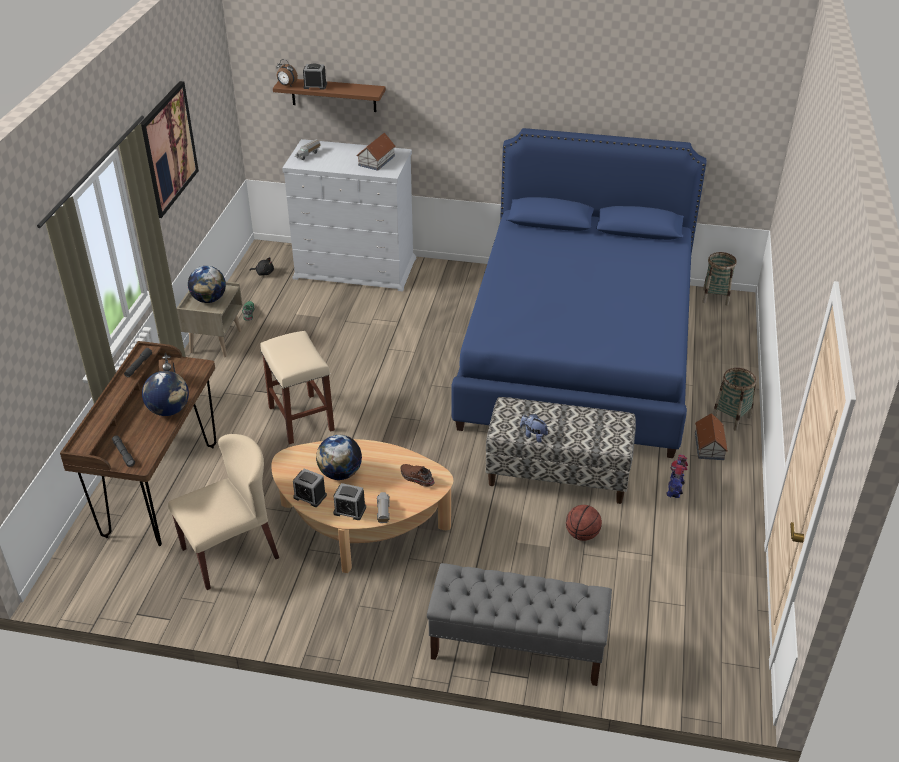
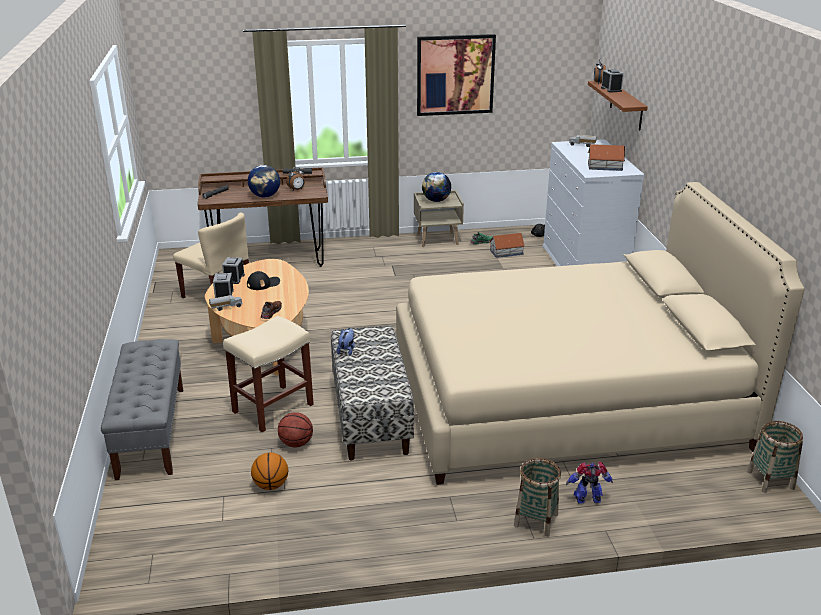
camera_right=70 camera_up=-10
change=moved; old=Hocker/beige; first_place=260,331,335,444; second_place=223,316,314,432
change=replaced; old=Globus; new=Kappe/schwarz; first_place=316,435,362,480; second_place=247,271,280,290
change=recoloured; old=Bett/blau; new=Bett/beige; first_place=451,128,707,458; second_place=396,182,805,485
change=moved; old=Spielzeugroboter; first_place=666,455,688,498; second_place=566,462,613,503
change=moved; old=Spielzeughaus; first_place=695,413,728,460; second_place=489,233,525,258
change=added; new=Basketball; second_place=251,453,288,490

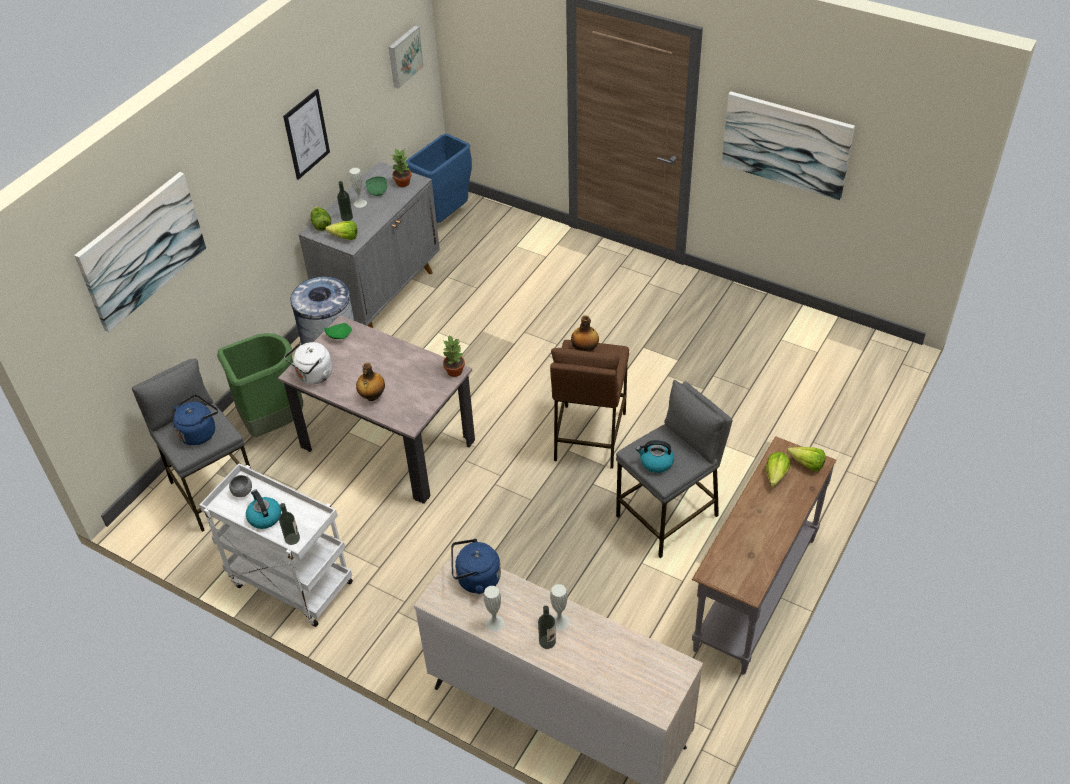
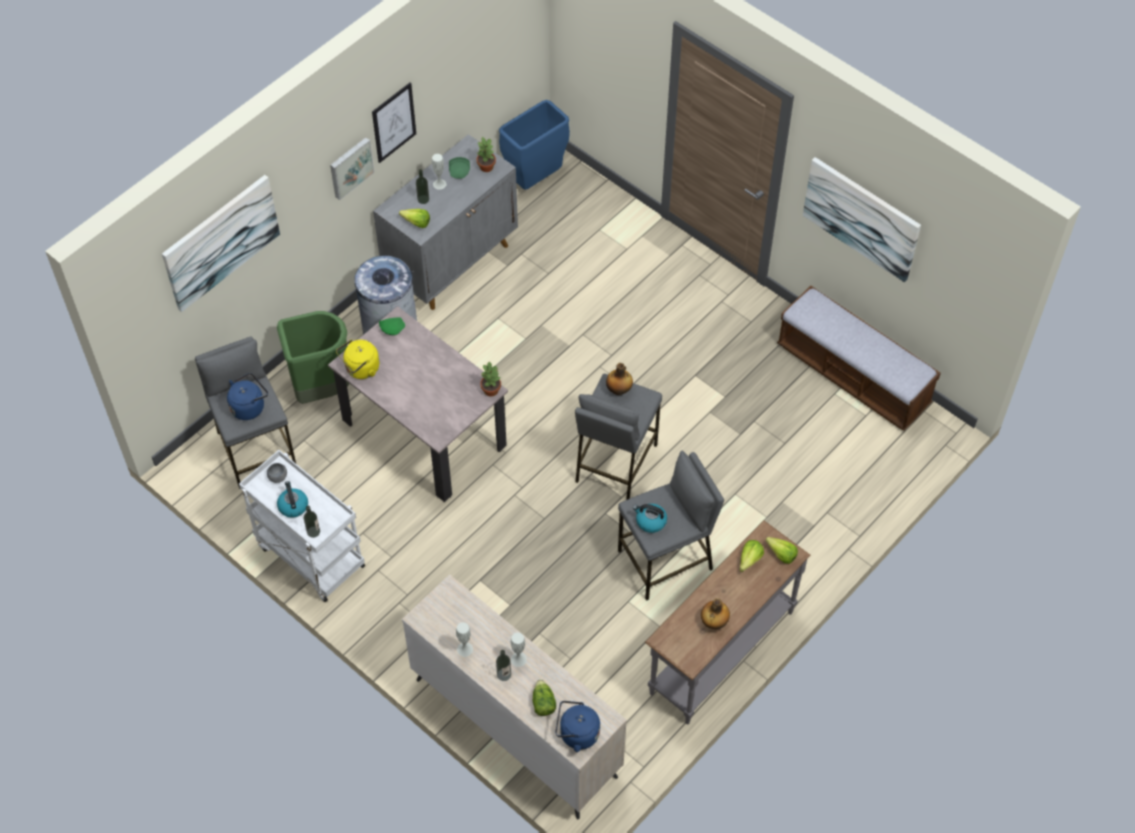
camera_right=10 camera_up=10
change=recoloured; old=Wasserkessel/weiß; new=Wasserkessel/gelb; first_place=285,342,332,384; second_place=336,339,379,379
change=moved; old=Salatkopf; first_place=311,206,331,231; second_place=533,679,556,716
change=moved; old=Flasche; first_place=356,363,385,401; second_place=701,598,730,629
change=moved; old=Bild; first_place=389,26,424,89; second_place=330,137,374,200
change=moved; old=Wasserkessel/blau; first_place=451,539,501,594; second_place=556,701,600,752
change=recoloured; old=Hocker/braun; new=Hocker/grau; first_place=550,340,629,469; second_place=575,374,662,500
change=added; new=Bank; second_place=777,286,941,431

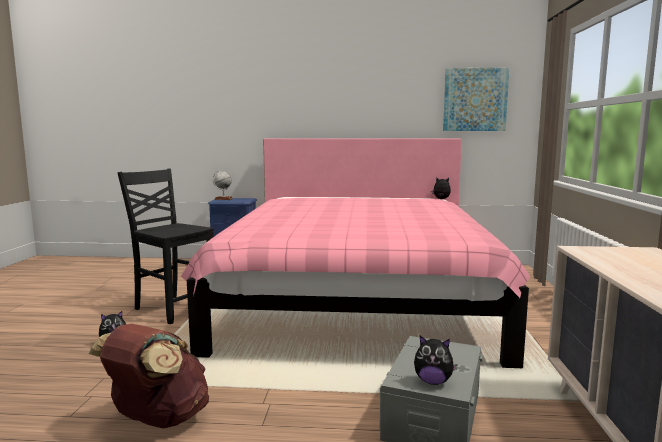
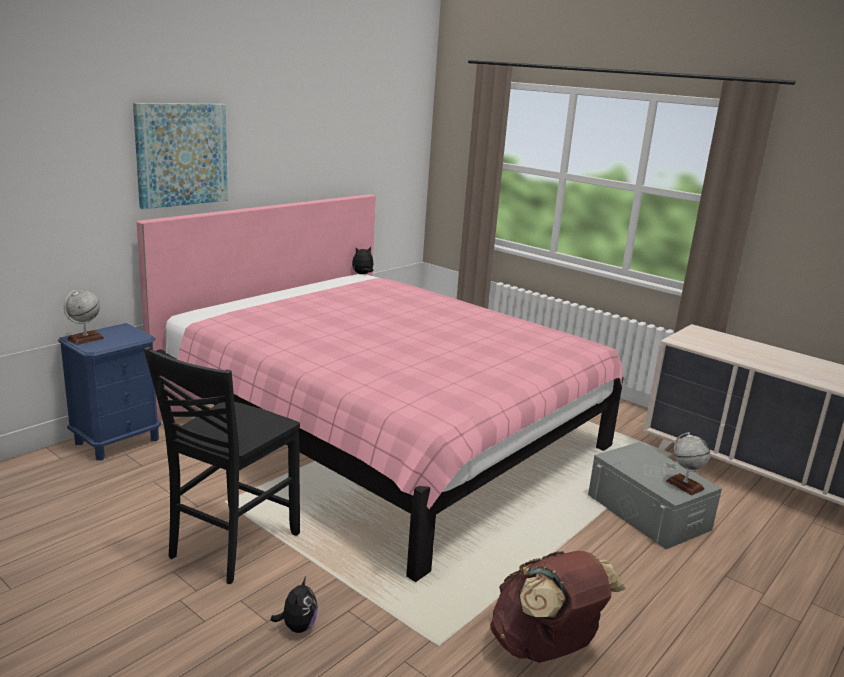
camera_right=-55 camera_up=10
change=turned; old=Stuhl/schwarz; first_place=117,168,214,324; second_place=144,347,300,584; degrees=-45
change=replaced; old=Plüschtier; new=Globus; first_place=414,336,458,385; second_place=666,433,710,495
change=moved; old=Bild; first_place=443,67,509,131; second_place=133,103,228,209

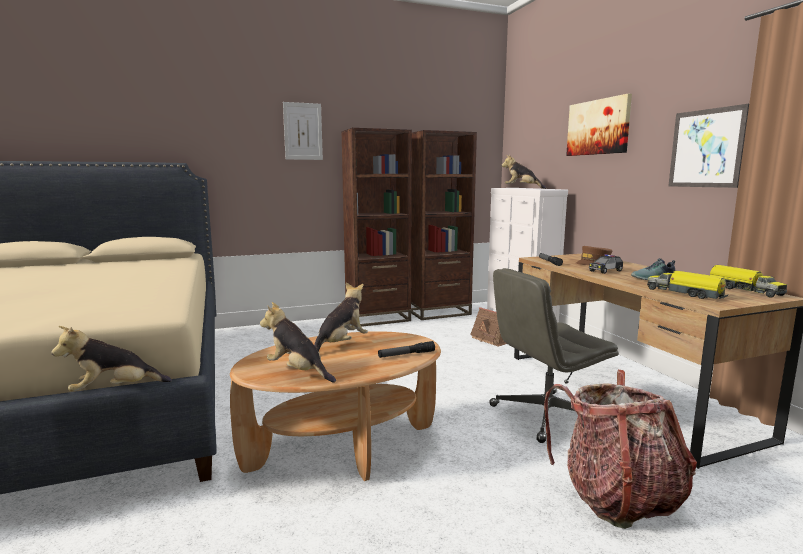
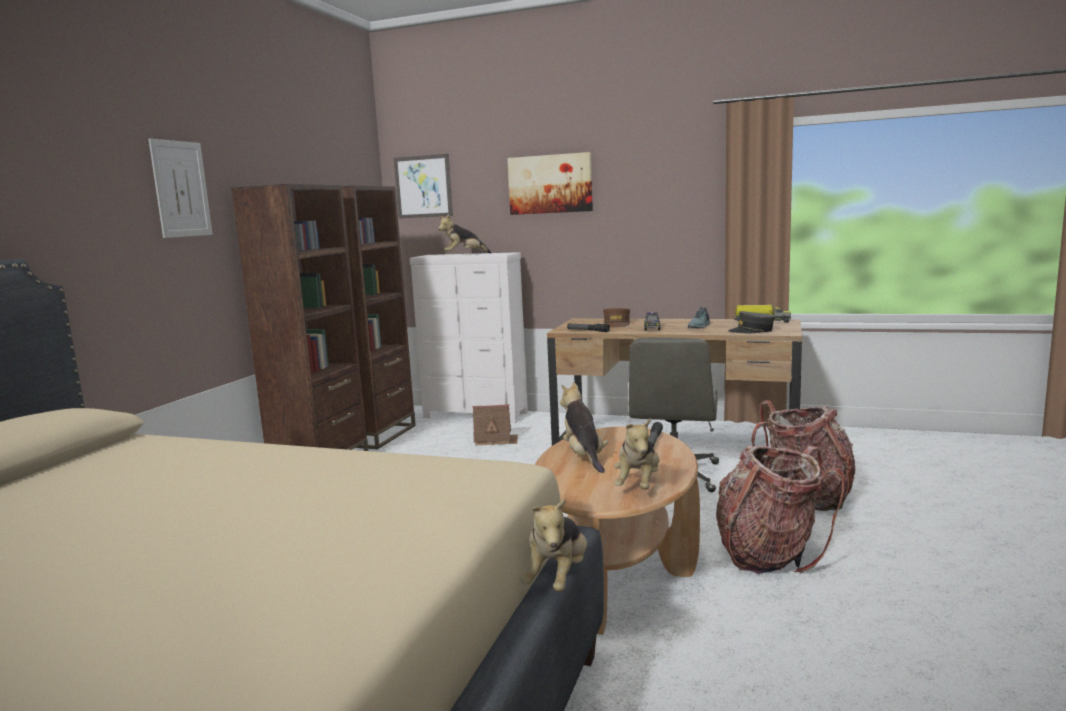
camera_right=-50 camera_up=0
change=turned; old=Plüschtier; first_place=260,302,336,383; second_place=614,418,659,490; degrees=-60
change=replaced; old=Spielzeuglaster; new=Kappe/grau; first_place=647,271,728,299; second_place=728,311,775,333
change=moved; old=Bild; first_place=668,104,749,188; second_place=394,154,453,218
change=added; new=Rucksack; second_place=716,446,846,574

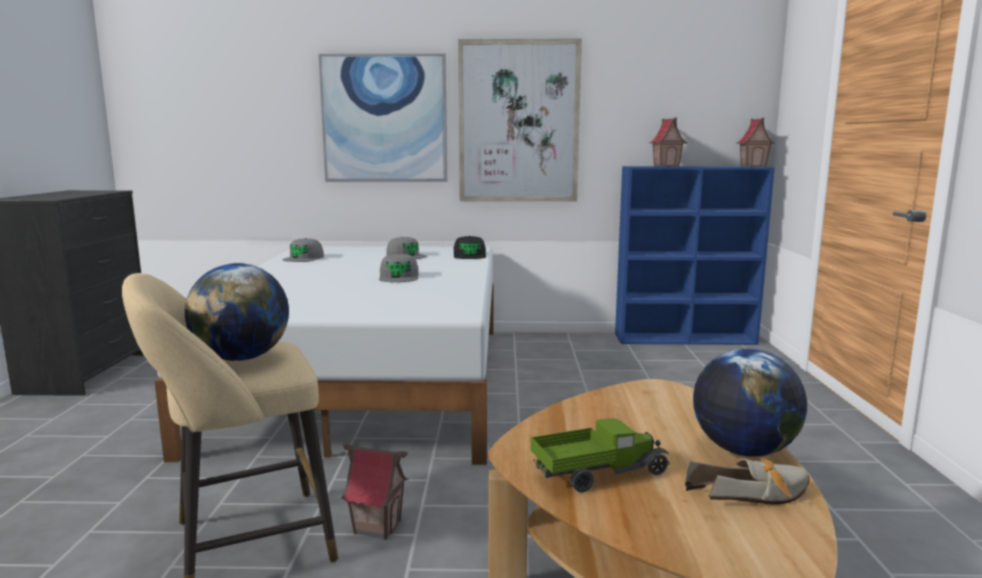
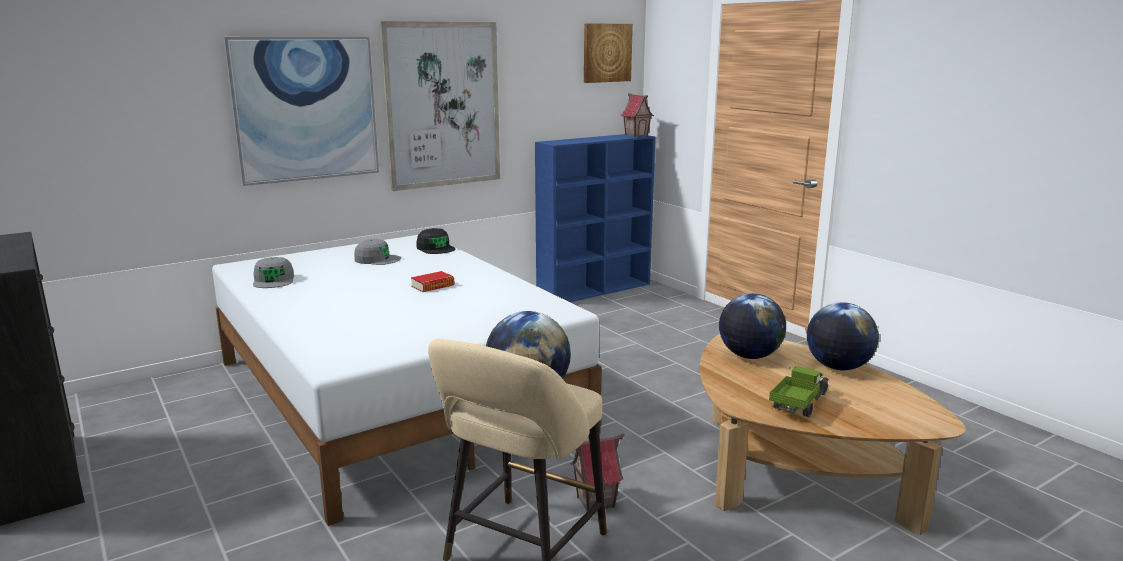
camera_right=-35 camera_up=5
change=replaced; old=Kappe/grau; new=Buch; first_place=379,254,419,282; second_place=411,271,455,292
change=removed; old=Spielzeughaus; first_place=649,117,687,167
change=removed; old=Schuh; first_place=685,458,810,505
change=added; new=Bild; second_place=584,23,633,83
change=added; new=Globus; second_place=719,293,786,359

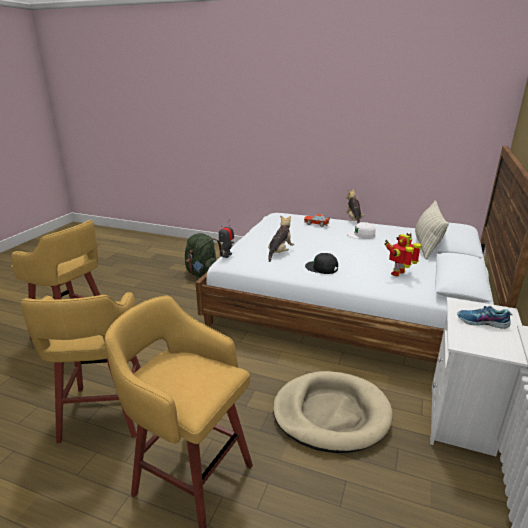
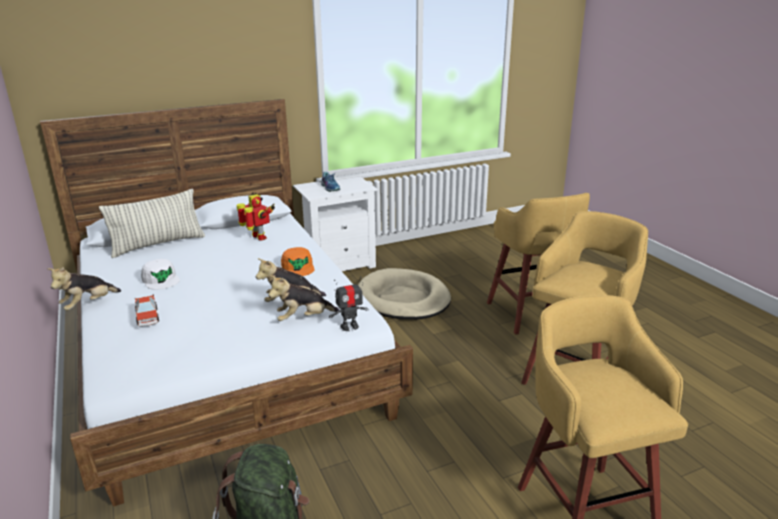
camera_right=-135 camera_up=0
change=recoloured; old=Kappe/schwarz; new=Kappe/orange; first_place=305,253,338,274; second_place=281,247,314,276
change=turned; old=Spielzeugroboter; first_place=385,233,421,276; second_place=237,192,275,240; degrees=-135
change=added; new=Plüschtier; second_place=268,275,339,321

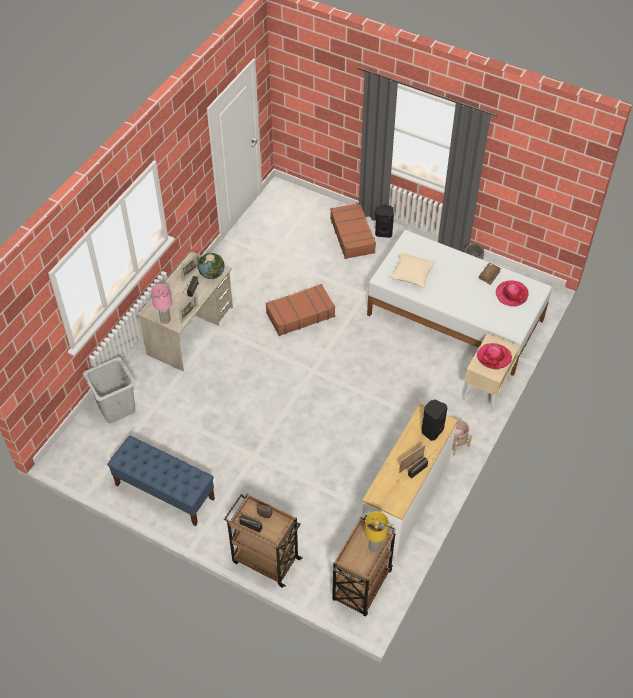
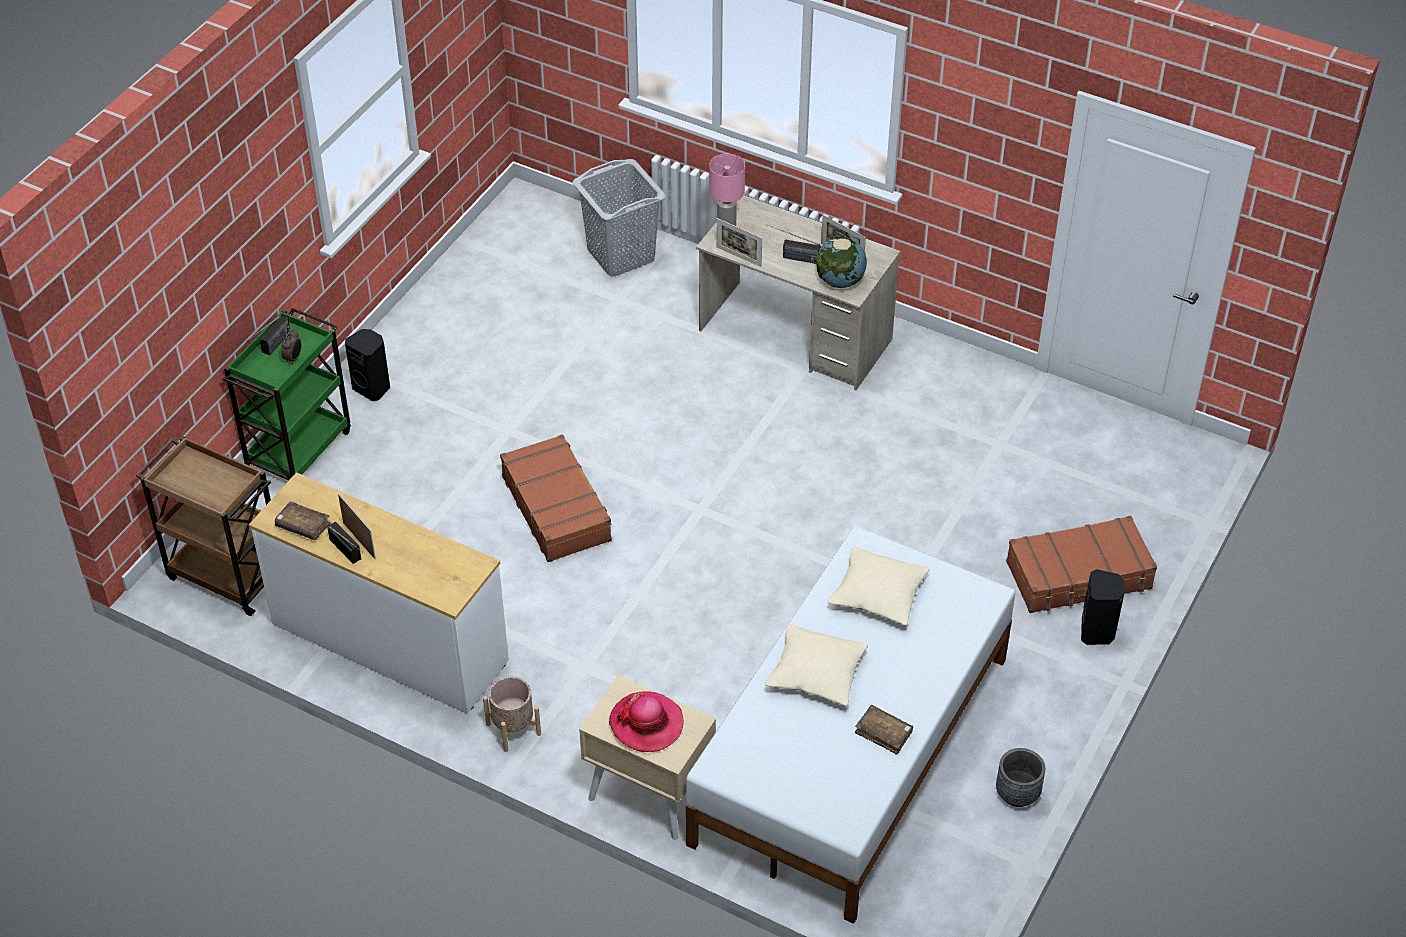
camera_right=90 camera_up=-5
change=removed; old=Bank/blau; first_place=107,436,215,526
change=recoloured; old=Rollwagen/braun; new=Rollwagen/grün; first_place=224,493,302,588; second_place=223,308,351,480
change=moved; old=Koffer/braun; first_place=266,284,335,336; second_place=500,434,612,562
change=removed; old=Tischlampe/gelb; first_place=364,511,389,552
change=moved; old=Lautsprecher/schwarz; first_place=422,400,447,441; second_place=345,329,390,401
change=removed; old=Hut; first_place=496,280,529,306
change=added; new=Buch/braun; second_place=275,501,331,540
change=added; new=Kissen/beige; second_place=765,624,868,706

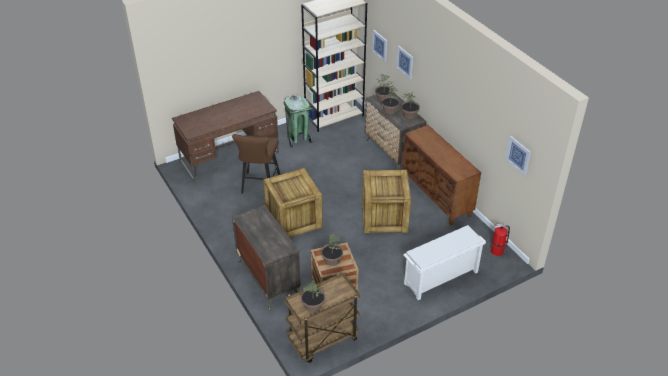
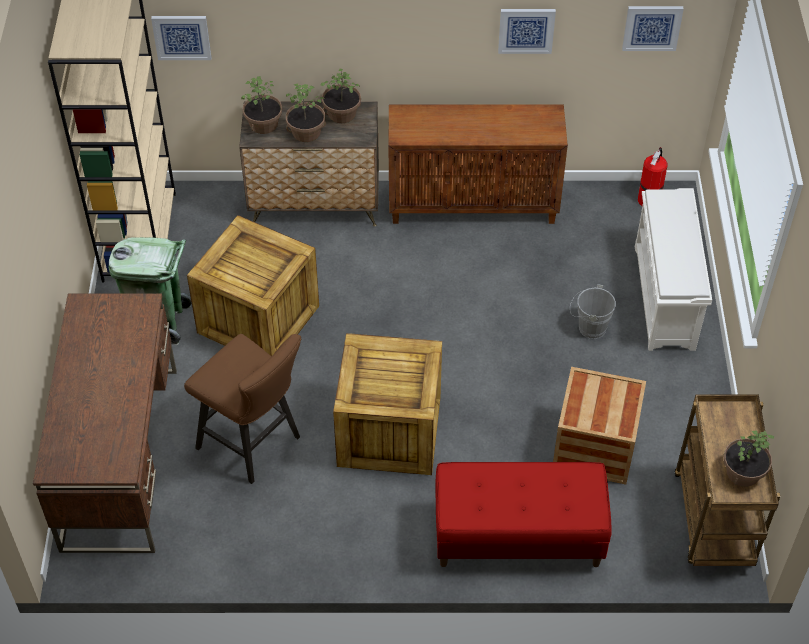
camera_right=-60 camera_up=10
change=replaced; old=Kommode; new=Bank/rot; first_place=232,205,301,309; second_place=435,462,612,567
change=removed; old=Topfpflanze; first_place=321,233,343,266
change=moved; old=Kiste; first_place=362,170,411,233; second_place=187,215,319,356
change=moved; old=Bild; first_place=396,46,413,79; second_place=498,9,556,54
change=added; new=Eimer/grau; second_place=570,284,616,339

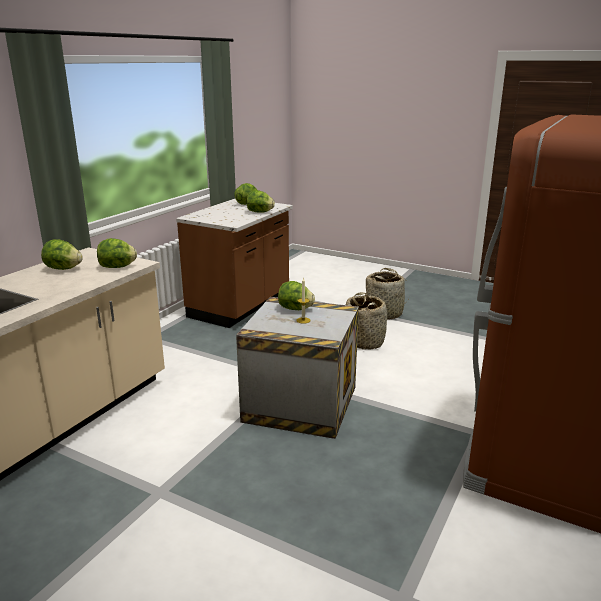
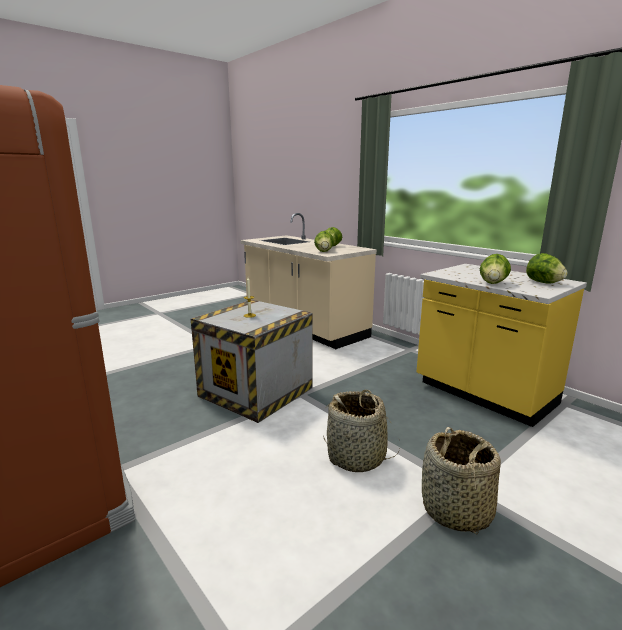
camera_right=110 camera_up=-5
change=recoloured; old=Küchenzeile/braun; new=Küchenzeile/gelb; first_place=176,199,293,328; second_place=417,264,587,427
change=removed; old=Salatkopf; first_place=278,281,315,310

